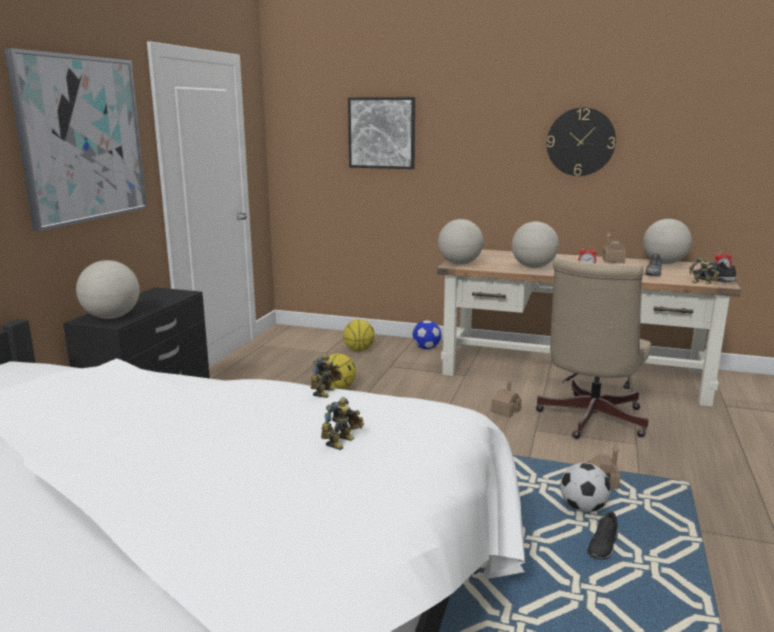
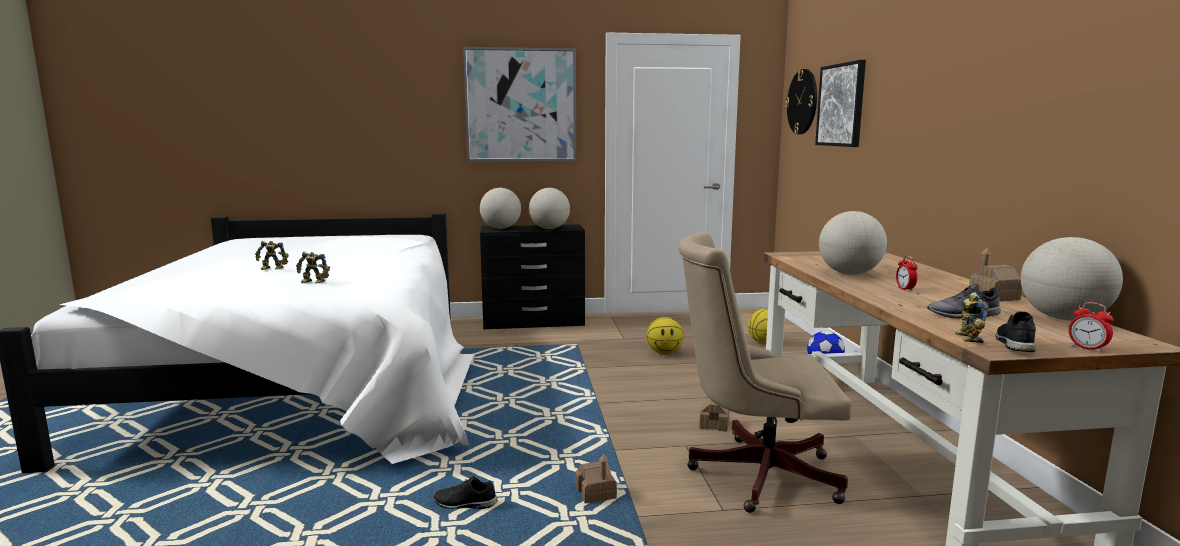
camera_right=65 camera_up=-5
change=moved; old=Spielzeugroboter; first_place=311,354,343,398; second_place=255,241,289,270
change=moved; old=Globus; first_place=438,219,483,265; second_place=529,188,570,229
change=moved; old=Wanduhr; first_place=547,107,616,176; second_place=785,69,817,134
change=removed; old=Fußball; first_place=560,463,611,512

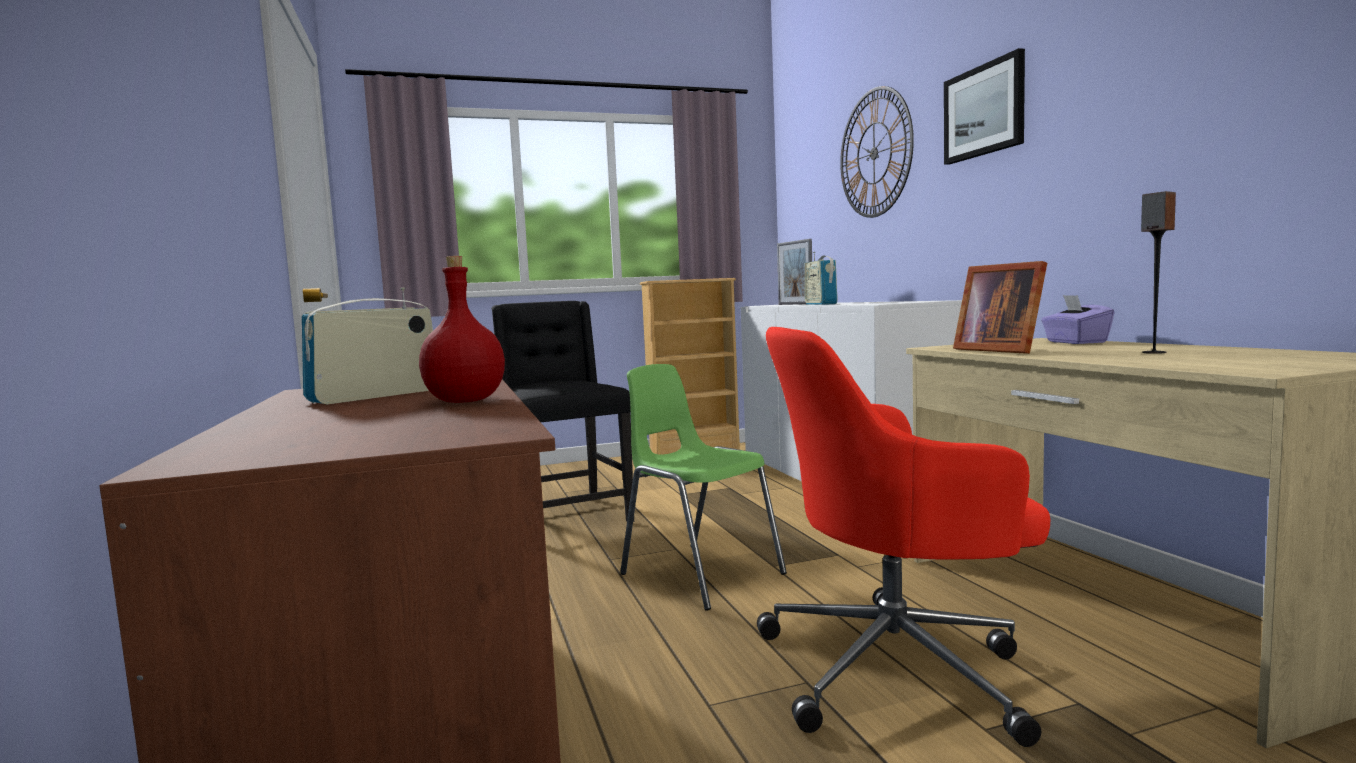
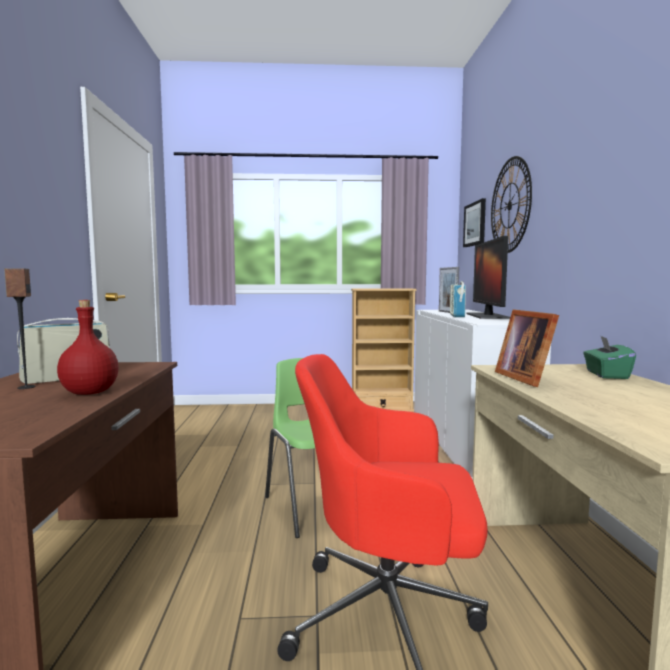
camera_right=15 camera_up=0
change=removed; old=Stuhl/schwarz; first_place=491,301,634,522
change=moved; old=Bild; first_place=944,48,1025,165; second_place=463,198,486,247
change=recoloured; old=Taschentuchbox/lila; new=Taschentuchbox/grün; first_place=1041,295,1115,344; second_place=583,335,636,379
change=moved; old=Lautsprecher; first_place=1141,191,1176,354; second_place=4,268,35,389
change=added; new=Monitor; second_place=466,236,510,319

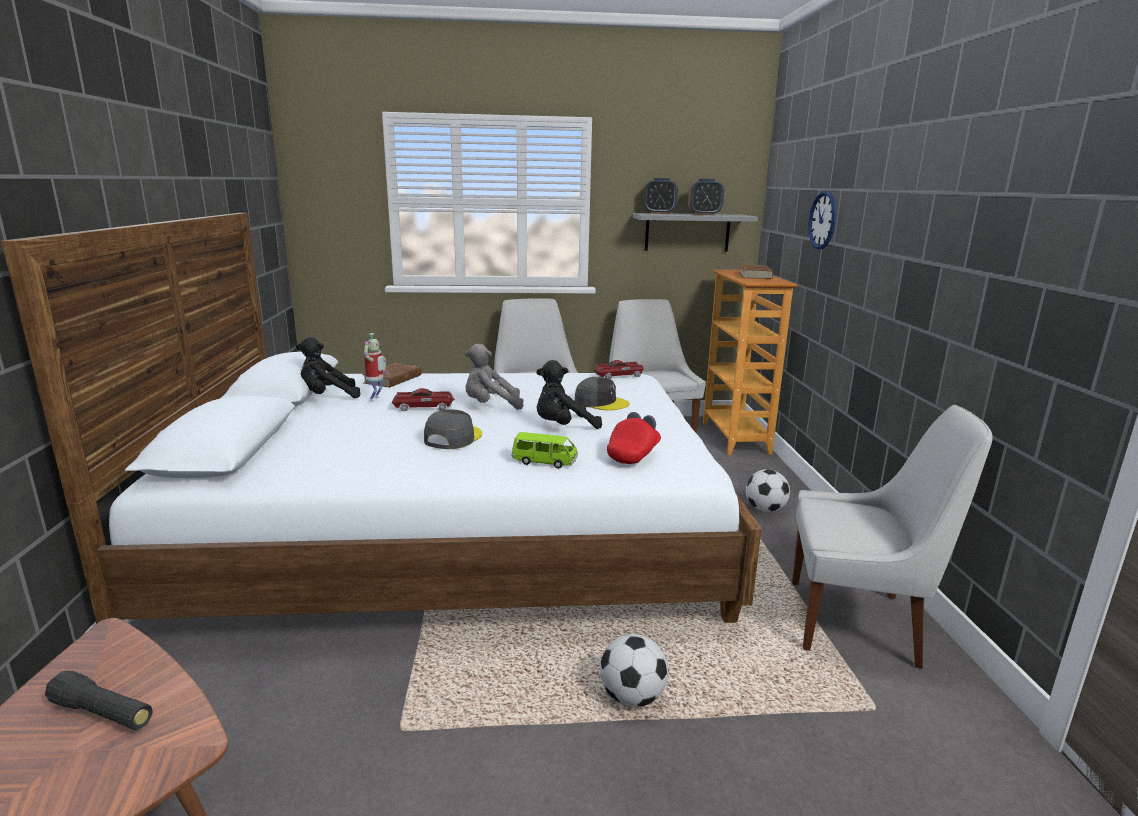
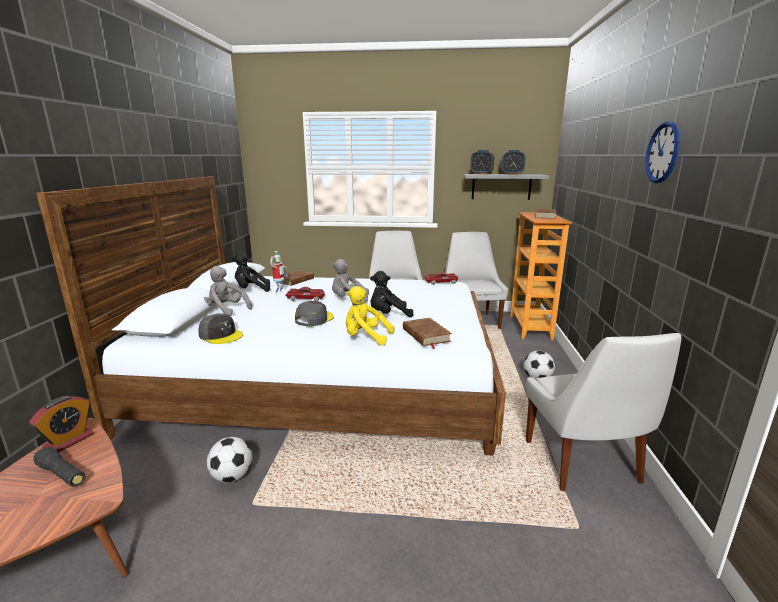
camera_right=10 camera_up=0
change=replaced; old=Spielzeugauto/grün; new=Plüschtier/gelb; first_place=511,432,578,469; second_place=346,286,395,345
change=moved; old=Kappe/grau; first_place=575,377,630,411; second_place=198,313,243,344
change=moved; old=Fußball; first_place=600,634,668,707; second_place=207,437,252,482
change=replaced; old=Kappe/rot; new=Buch/braun; first_place=607,412,661,464; second_place=403,318,452,349
change=turned; old=Stuhl/weiß; first_place=792,405,993,669; second_place=526,333,682,491; degrees=60
change=moved; old=Wanduhr; first_place=808,191,837,250; second_place=645,121,680,183
change=added; new=Wecker; second_place=29,396,94,452
change=added; new=Plüschtier/grau; second_place=204,266,252,316

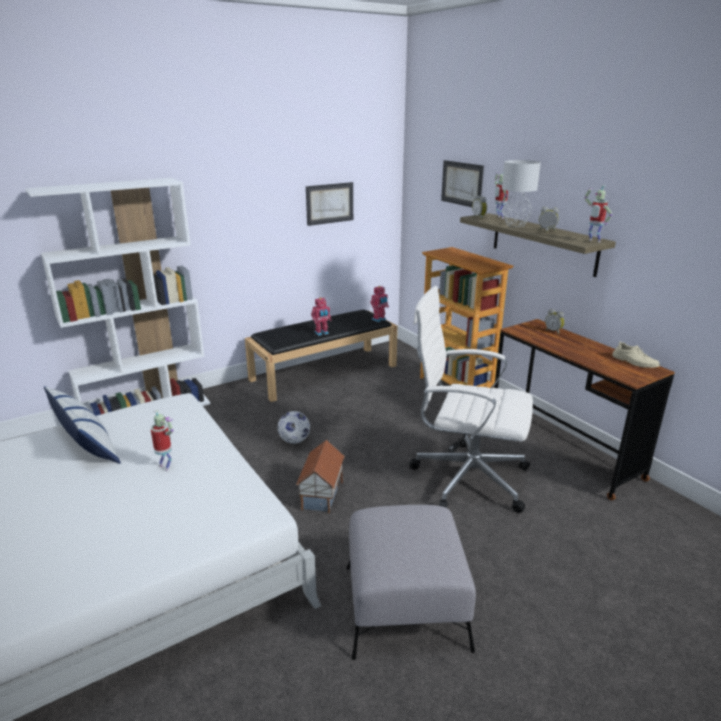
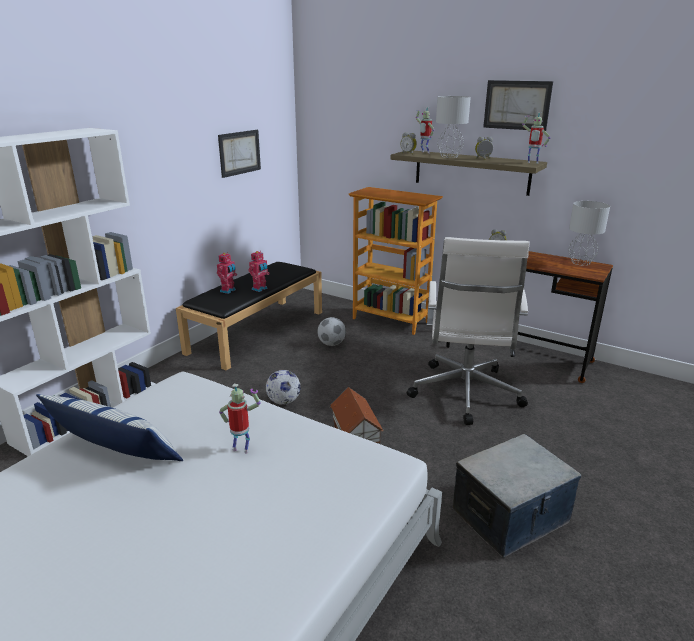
camera_right=-25 camera_up=0
change=replaced; old=Polsterhocker/grau; new=Aufbewahrungsbox; first_place=347,505,476,660; second_place=453,434,581,558
change=moved; old=Spielzeugroboter; first_place=370,286,389,322; second_place=217,252,237,294
change=turned; old=Bürostuhl/weiß; first_place=409,286,533,513; second_place=407,237,530,425; degrees=-75
change=moved; old=Bild; first_place=441,160,484,207; second_place=483,80,553,131
change=replaced; old=Schuh/beige; new=Tischlampe/grau; first_place=612,341,660,368; second_place=568,201,610,266
change=added; new=Fußball; second_place=317,317,346,346

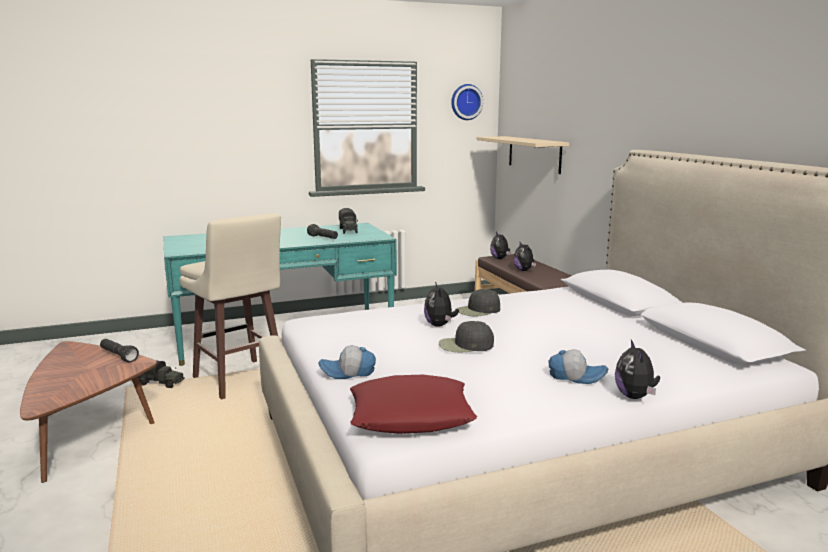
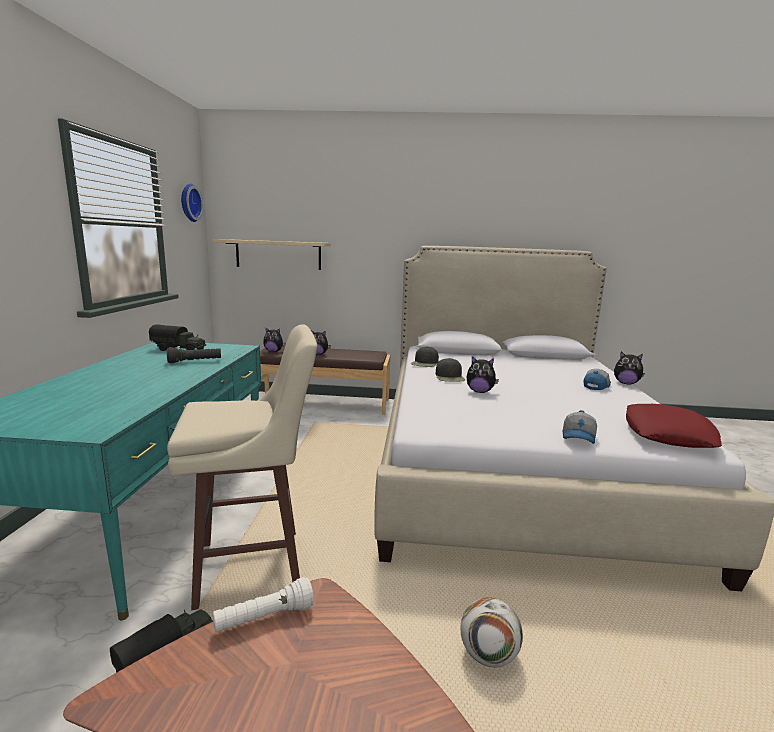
camera_right=-65 camera_up=0
change=recoloured; old=Taschenlampe/schwarz; new=Taschenlampe/weiß; first_place=100,339,139,363; second_place=213,577,314,633
change=moved; old=Kappe/schwarz; first_place=439,321,494,352; second_place=411,346,439,367
change=added; new=Fußball; second_place=460,597,523,667

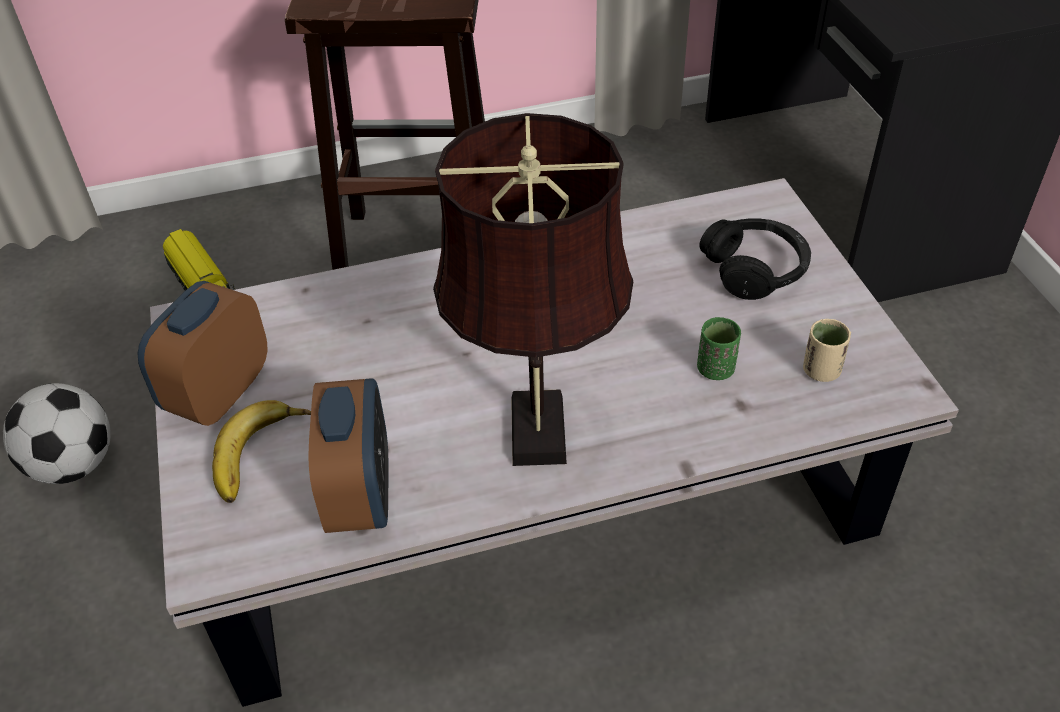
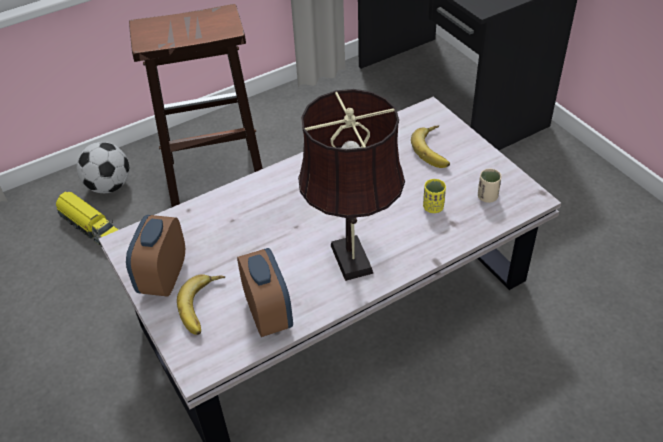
camera_right=-15 camera_up=0
change=moved; old=Fußball; first_place=3,383,111,484; second_place=77,142,129,193
change=recoloured; old=Tasse/grün; new=Tasse/gelb; first_place=697,317,741,380; second_place=423,179,446,213
change=replaced; old=Kopfhörer/schwarz; new=Banane; first_place=699,218,811,300; second_place=411,125,450,168

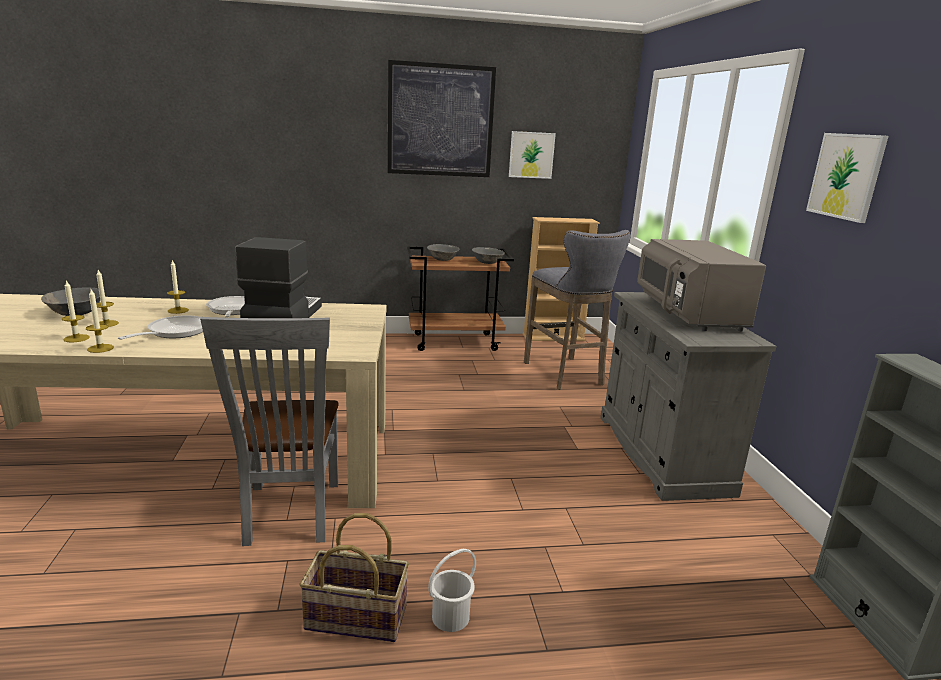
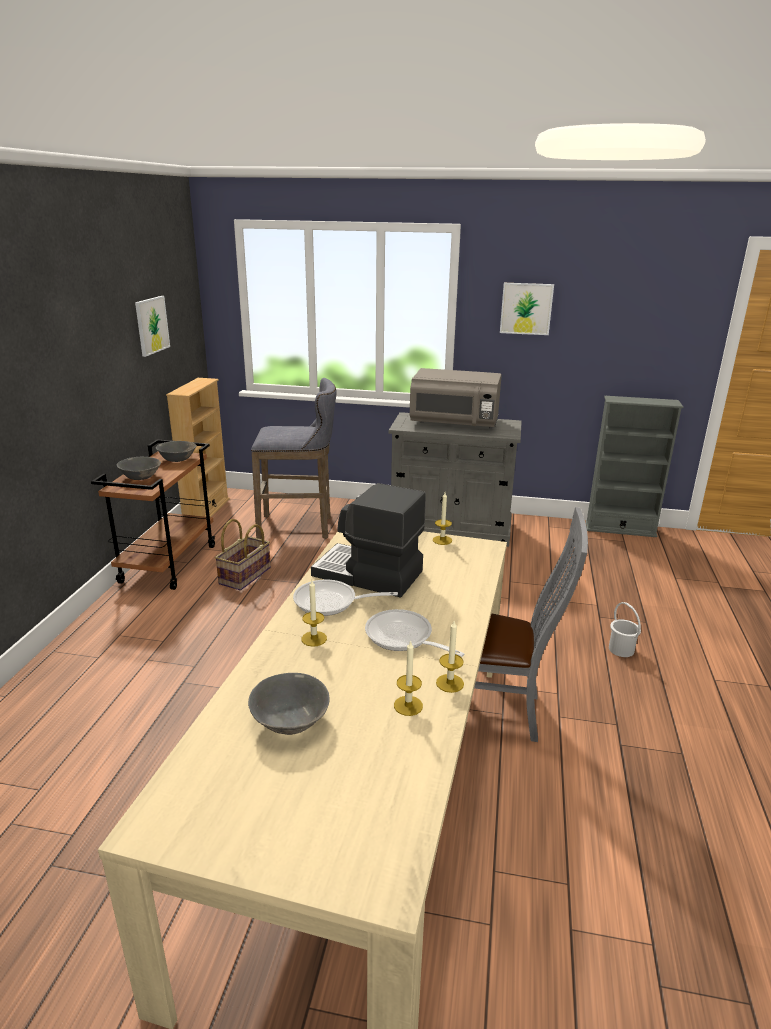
camera_right=-70 camera_up=5
change=moved; old=Kerze; first_place=96,270,119,327; second_place=433,493,452,545
change=moved; old=Korb; first_place=299,513,409,642; second_place=215,519,271,590
change=removed; old=Bild; first_place=388,60,496,177

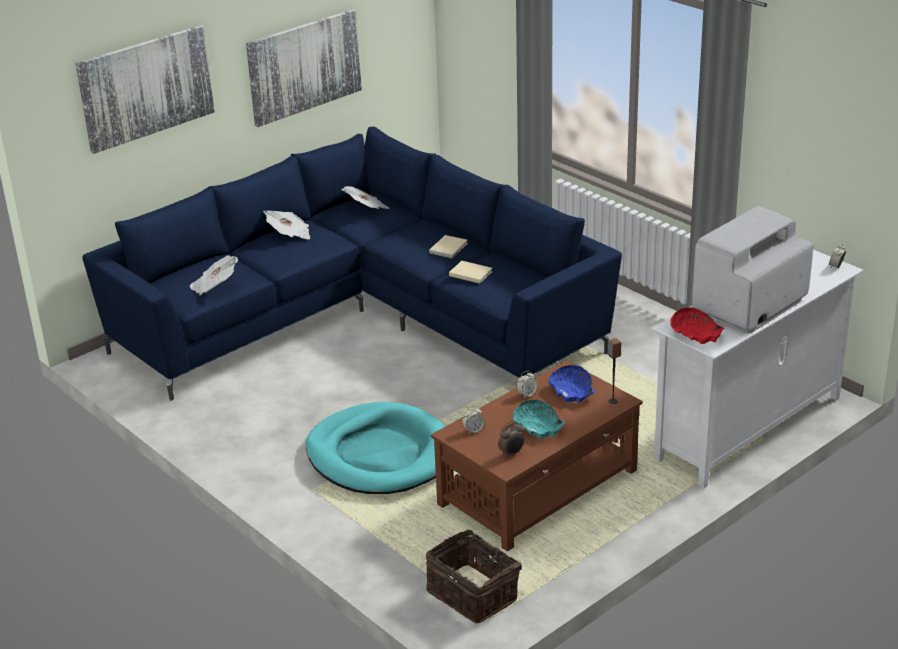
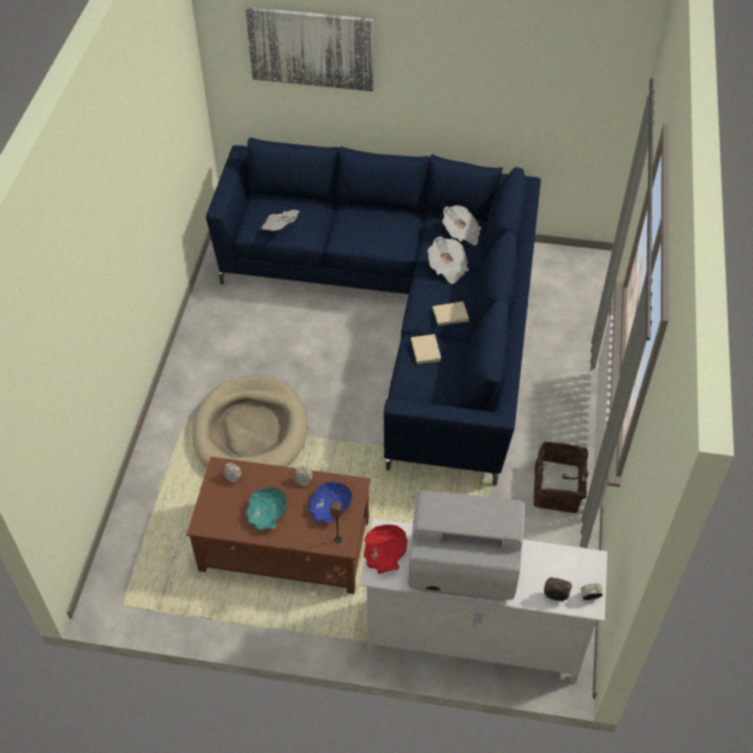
camera_right=50 camera_up=20
change=removed; old=Bild; first_place=246,9,362,127
change=moved; old=Zeitung; first_place=264,211,310,239; second_place=428,236,469,284
change=recoloured; old=Hundebett/türkis; new=Hundebett/beige; first_place=306,402,445,494; second_place=193,376,308,467
change=moved; old=Korb; first_place=426,529,522,623; second_place=534,442,589,513
change=moved; old=Wecker; first_place=498,422,525,459; second_place=544,577,572,602

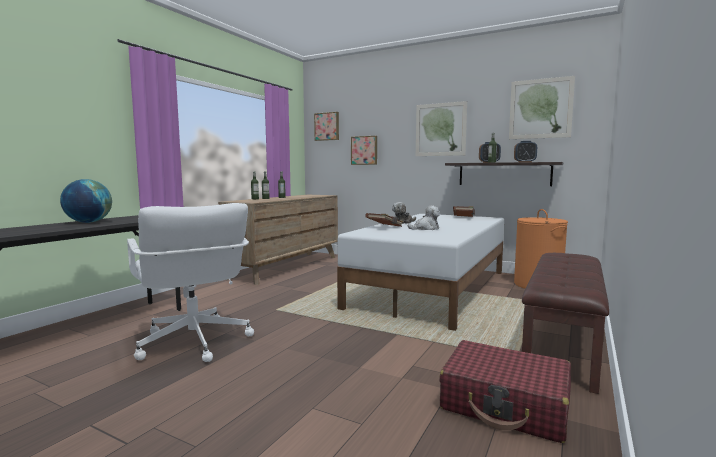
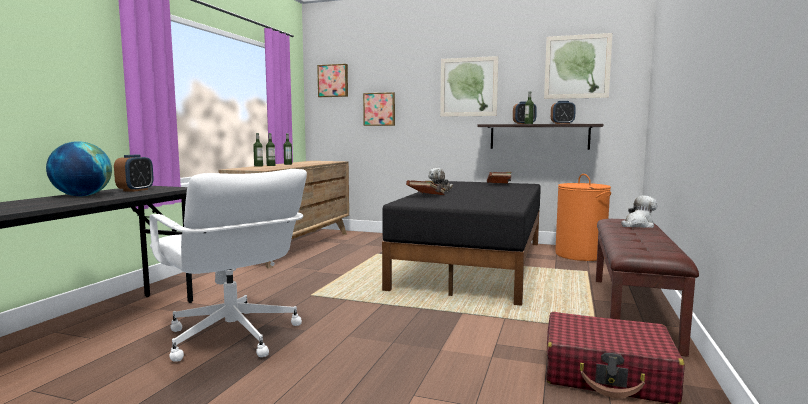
camera_right=-10 camera_up=0
change=recoloured; old=Bett/weiß; new=Bett/schwarz; first_place=337,214,504,331; second_place=382,181,541,306
change=moved; old=Plüschtier; first_place=408,205,440,230; second_place=621,196,657,228
change=added; new=Wecker; second_place=114,155,154,192

